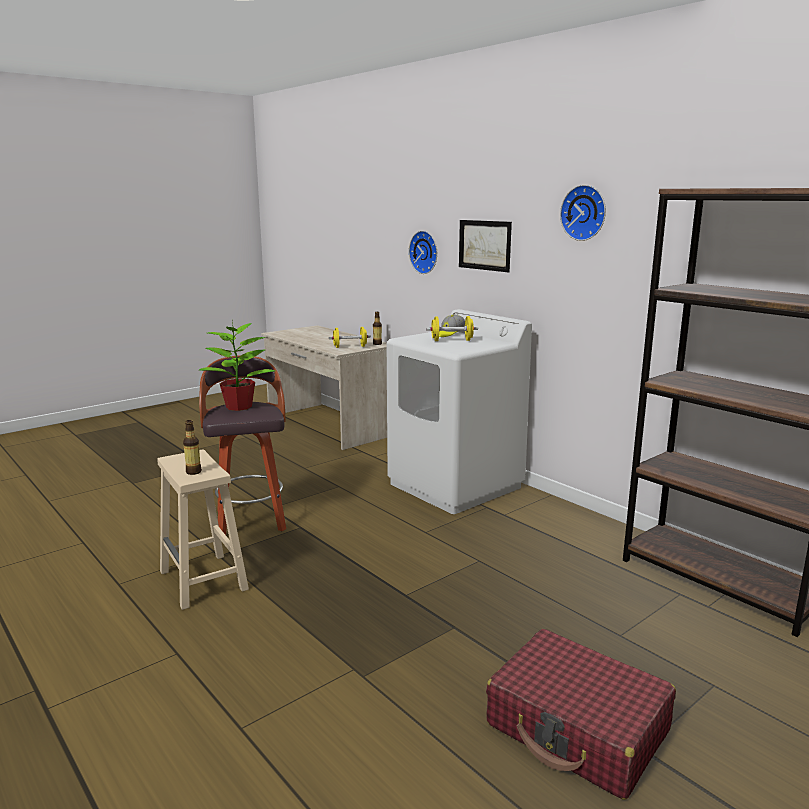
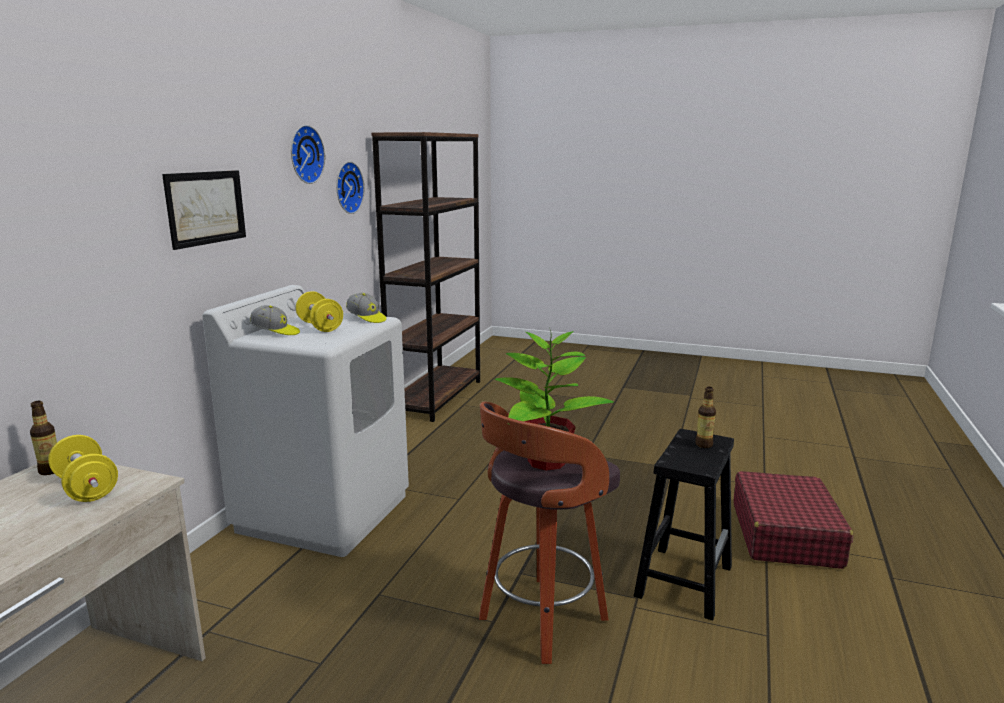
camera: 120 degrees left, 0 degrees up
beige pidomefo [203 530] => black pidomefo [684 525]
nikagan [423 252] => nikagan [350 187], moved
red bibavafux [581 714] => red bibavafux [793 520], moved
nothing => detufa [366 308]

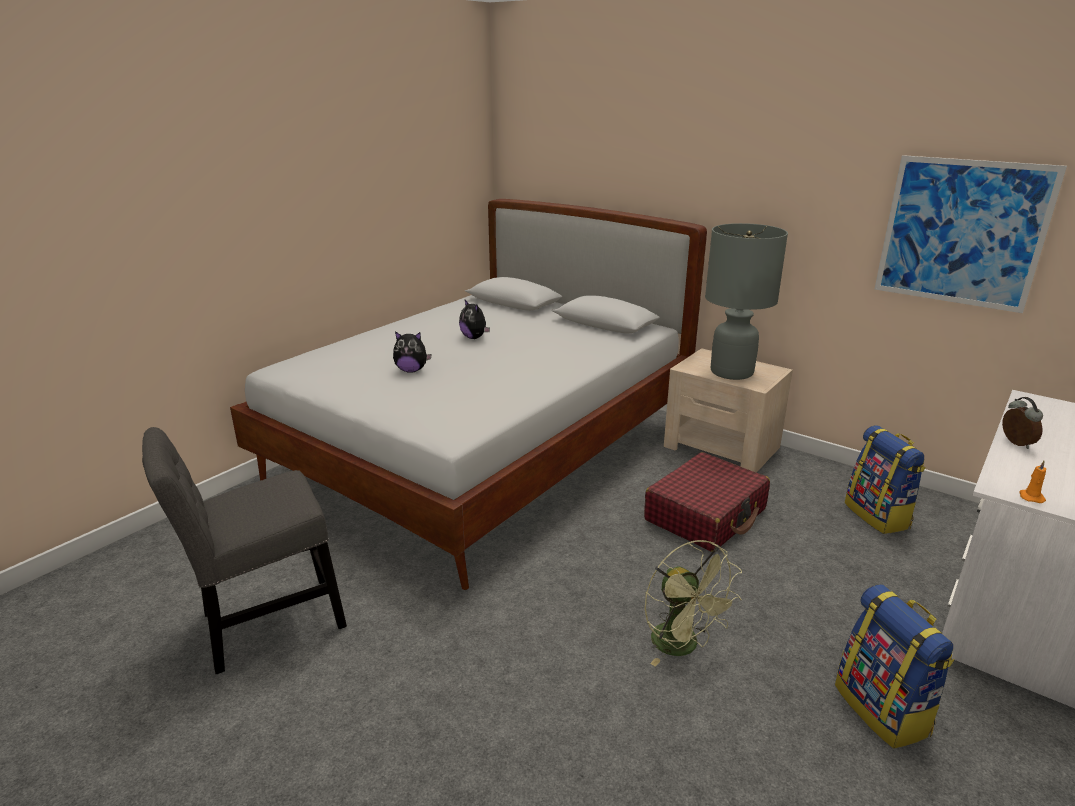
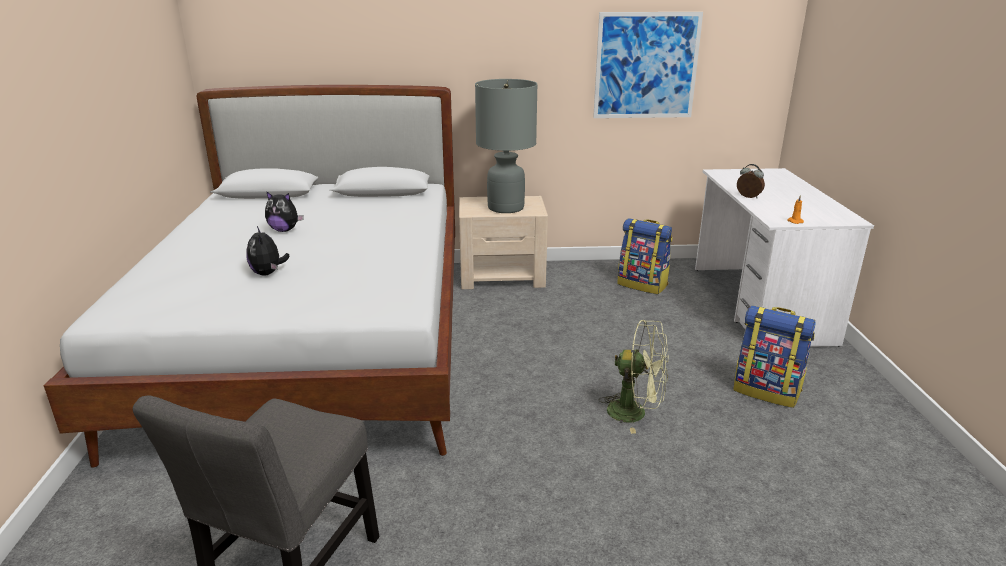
camera: 40 degrees left, 0 degrees up
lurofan [412 352] => lurofan [267 251], 105 degrees clockwise
red bibavafux [707 502] => nothing

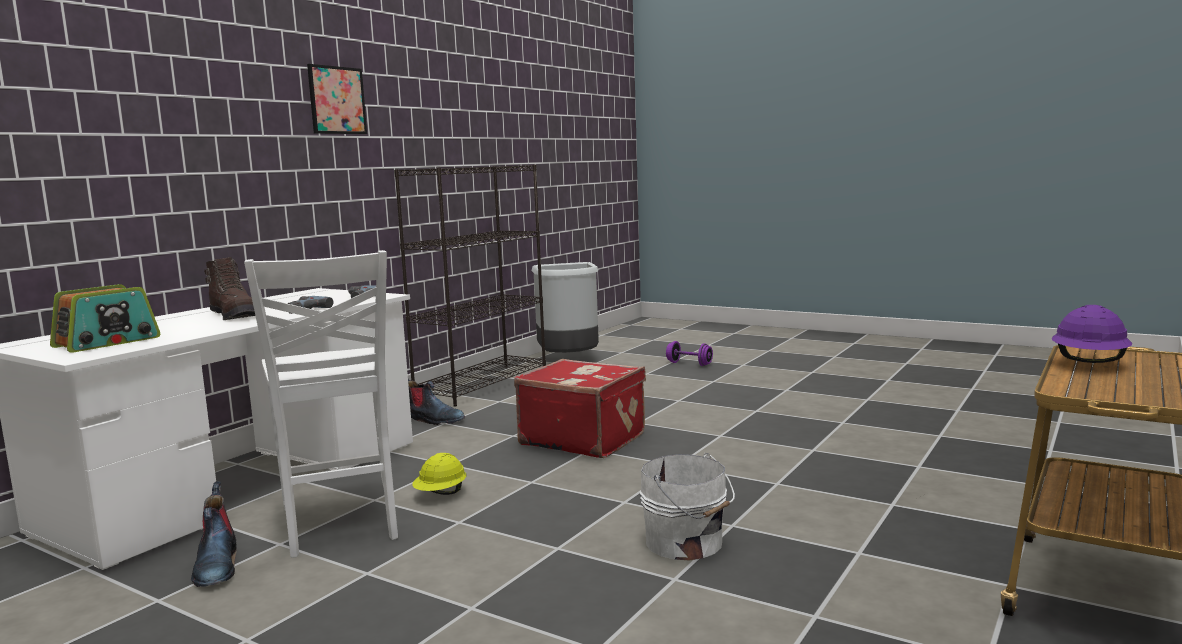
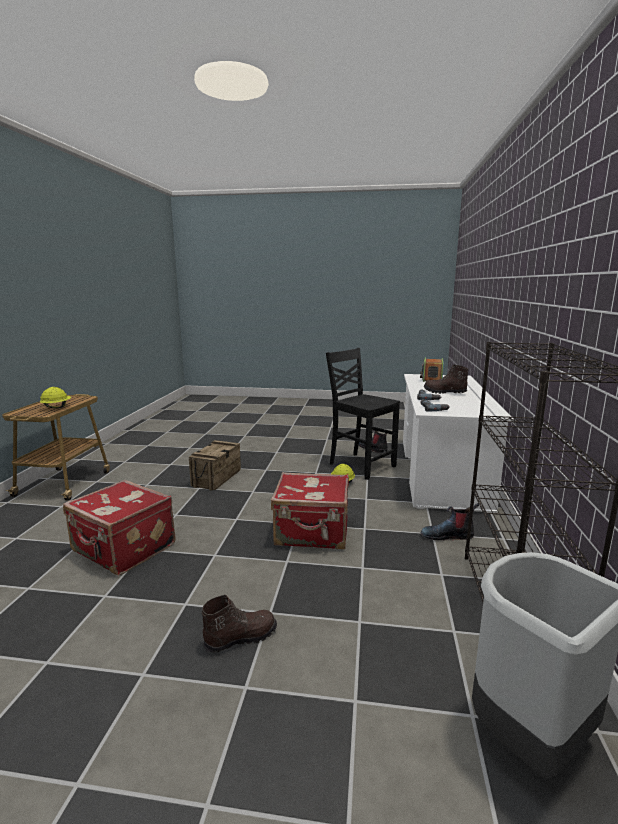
camera: 155 degrees right, 5 degrees up
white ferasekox [321 404] => black ferasekox [363 414]
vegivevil [337 99] => nothing
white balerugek [687 506] => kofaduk [215 465]
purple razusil [689 353] => nothing
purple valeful [1092 334] => yellow valeful [55 397]
nothing => red bibavafux [119 527]
nothing => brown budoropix [239 623]

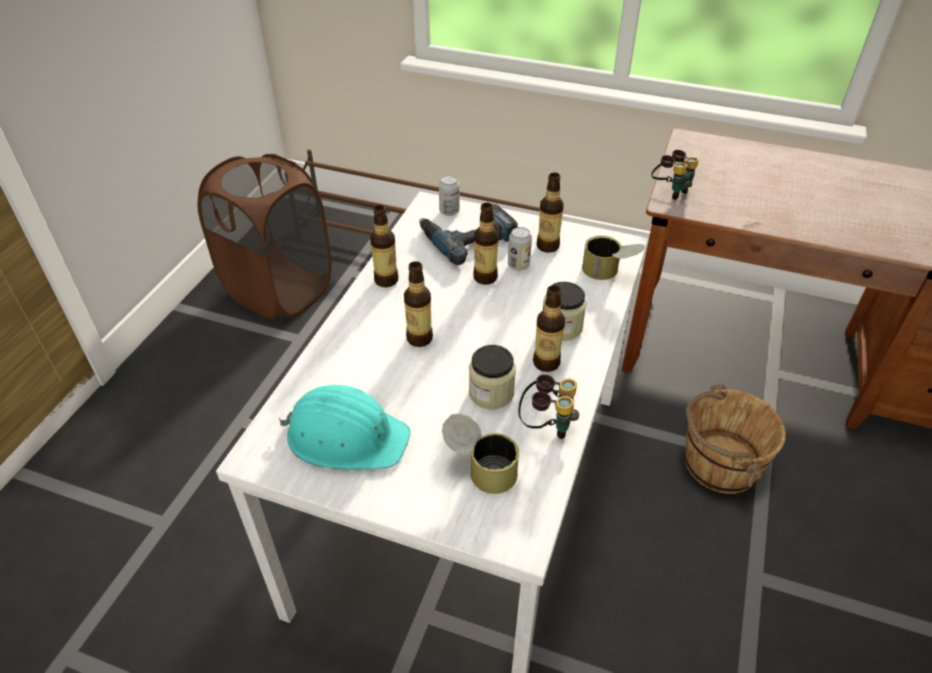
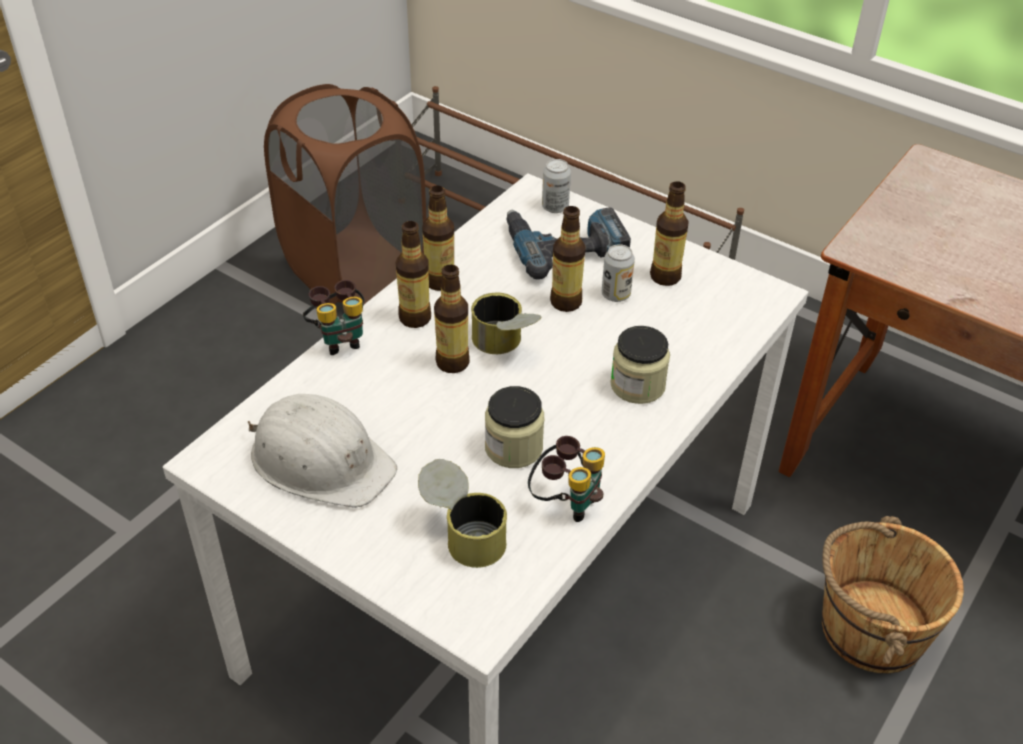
camera: 15 degrees right, 0 degrees up
turquoise valeful [344 427] => white valeful [322 451]
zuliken [549 328] => zuliken [413 274], moved
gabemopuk [613 258] => gabemopuk [506 323], moved
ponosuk [675 175] => ponosuk [334 317], moved

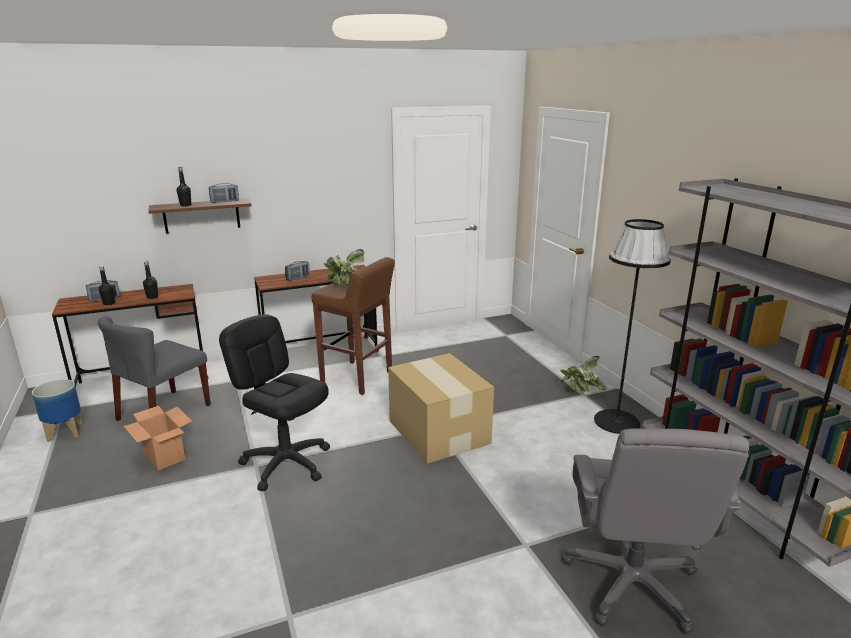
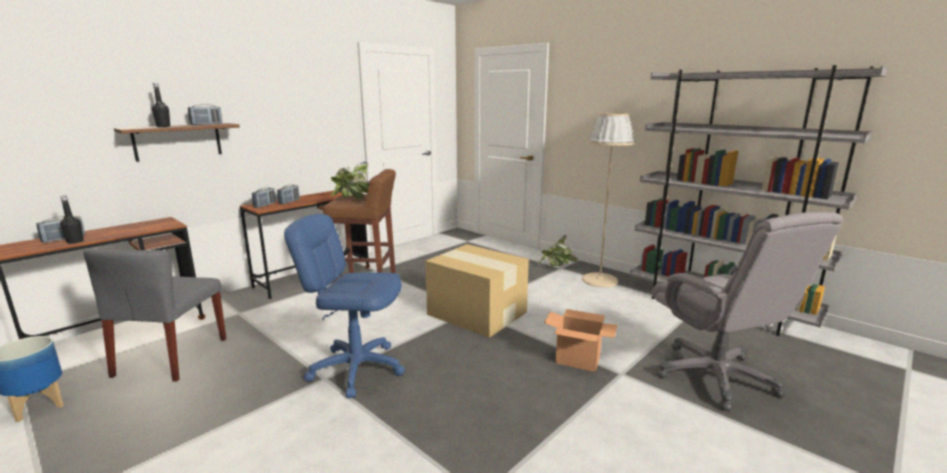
camera: 25 degrees left, 5 degrees down
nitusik [158 438] => nitusik [581 340], moved
black zuliken [150 280] => nothing
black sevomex [274 402] => blue sevomex [344 306]
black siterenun [632 326] => beige siterenun [609 200]
nothing => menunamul [264 197]

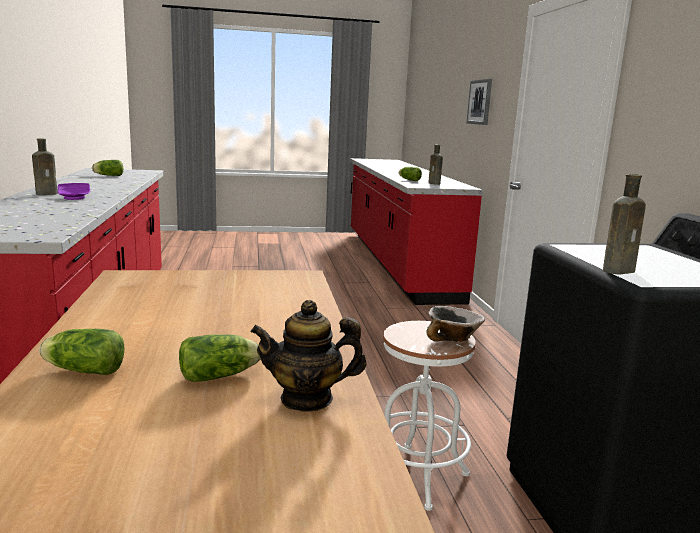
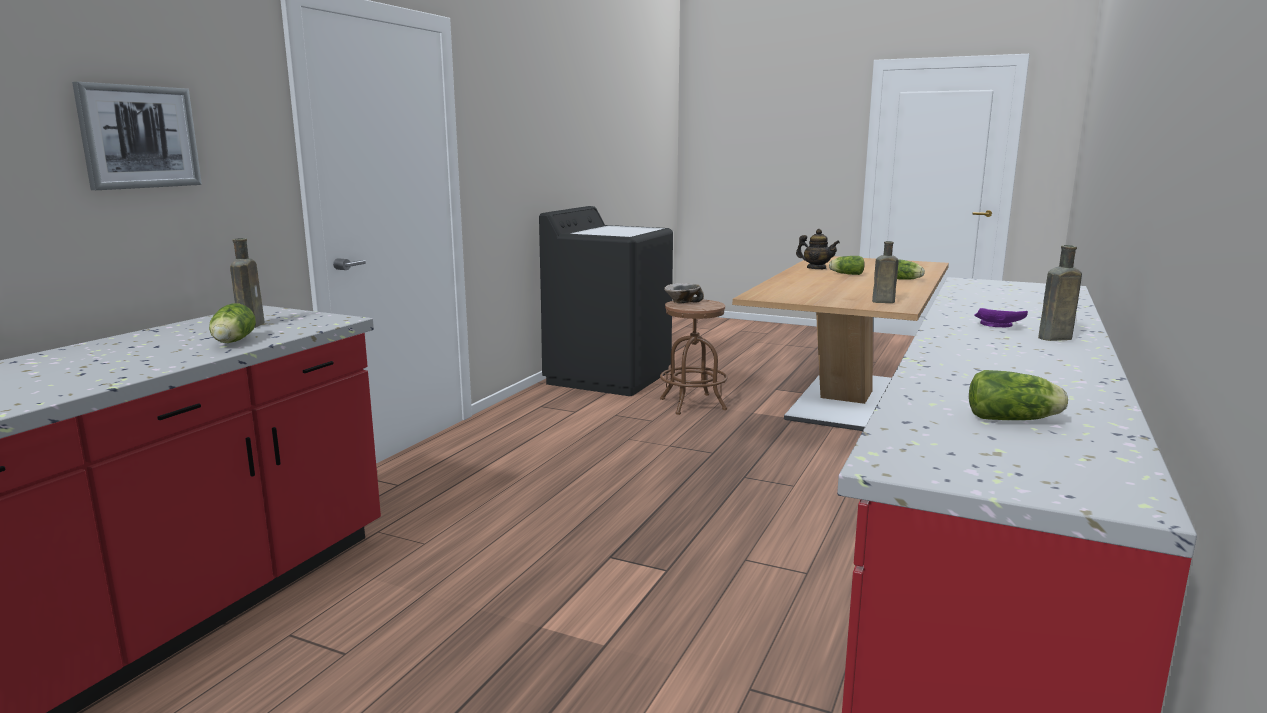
camera: 145 degrees left, 0 degrees up
white pidomefo [429 416] => brown pidomefo [693 357]
brown zuliken [624 224] => brown zuliken [885 272], moved

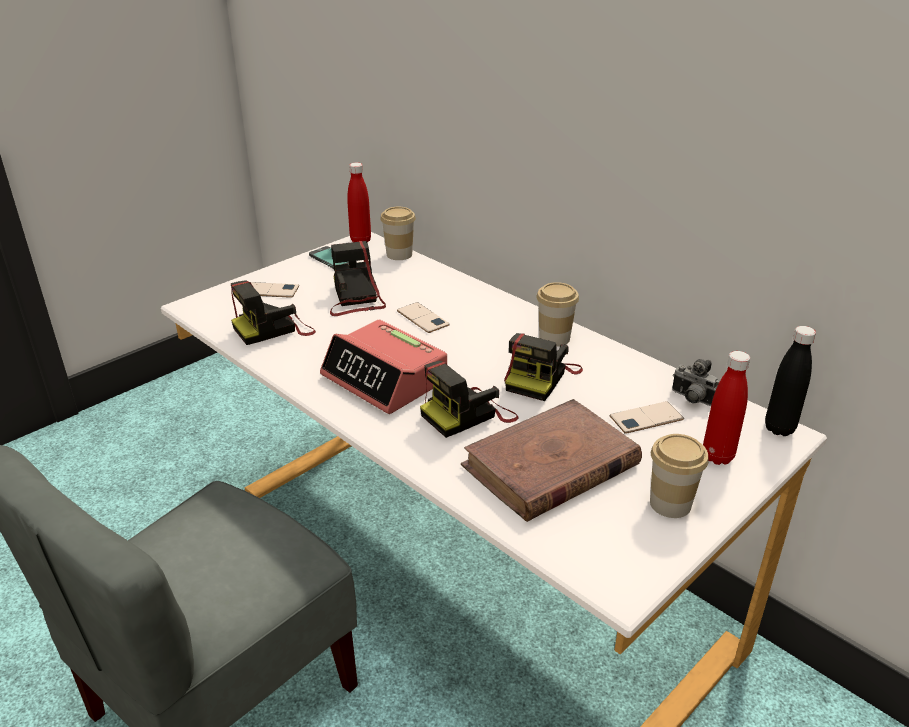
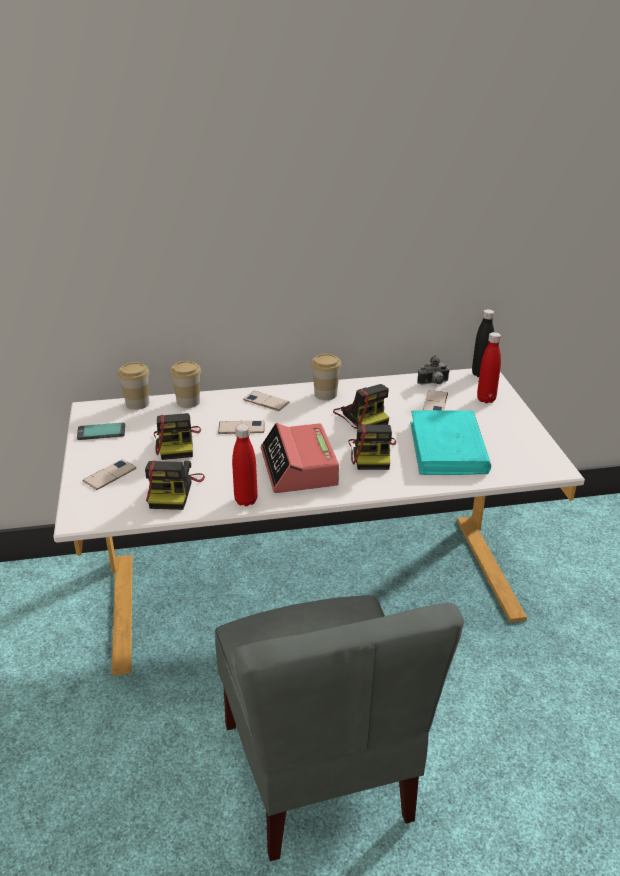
camera: 55 degrees left, 0 degrees up
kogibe [383 367] => kogibe [300 458], 90 degrees clockwise
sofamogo [358 278] => sofamogo [177 436], 120 degrees counterclockwise
red zuliken [359 202] => red zuliken [245 465], moved
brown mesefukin [551 460] => turquoise mesefukin [450 442]
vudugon [679 476] => vudugon [185 384], moved
nothing => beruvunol [266 401]

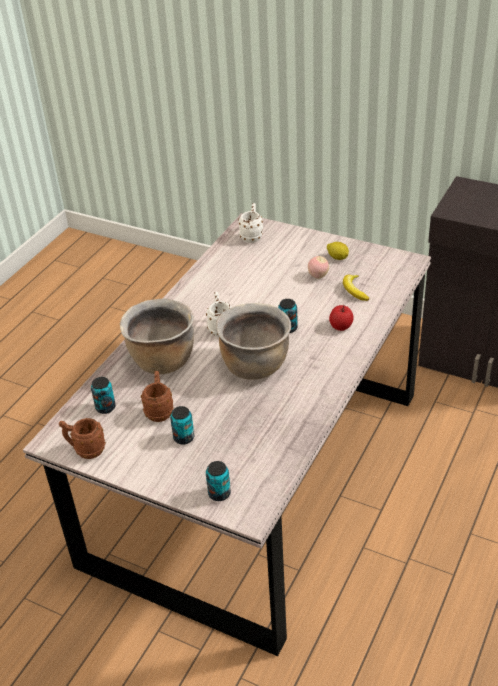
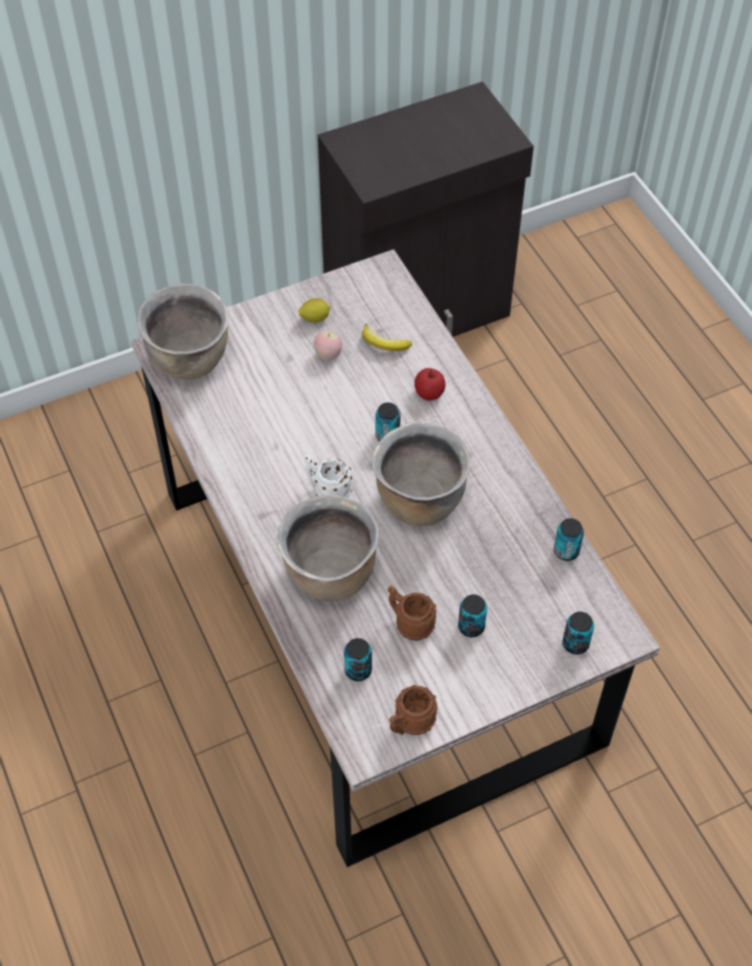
camera: 55 degrees left, 15 degrees up
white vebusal [250 223] => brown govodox [183 332]
nothing => gabemopuk [569 539]

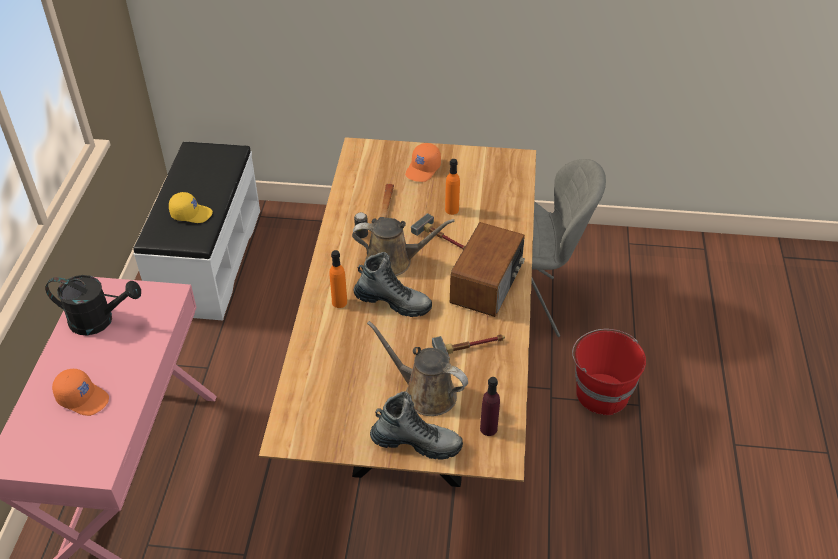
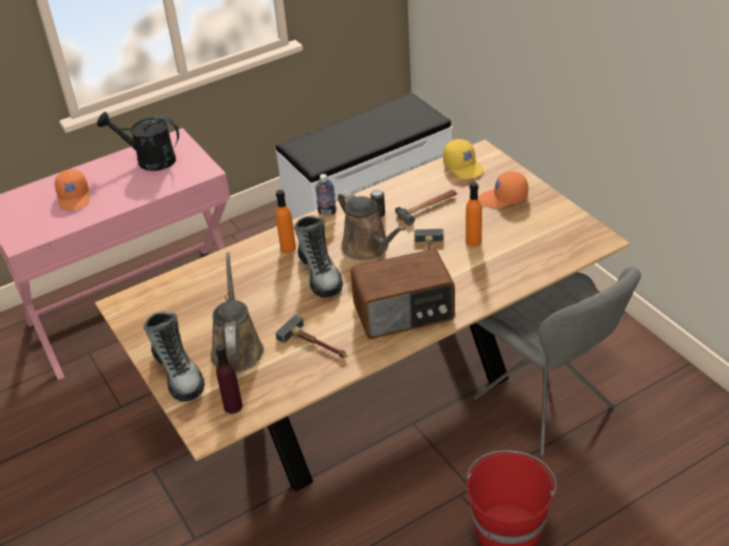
camera: 55 degrees right, 5 degrees down
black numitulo [93 305] => black numitulo [138 141], 135 degrees clockwise
yellow detufa [191 207] => yellow detufa [463 159], moved
nothing => zuliken [326 195]

